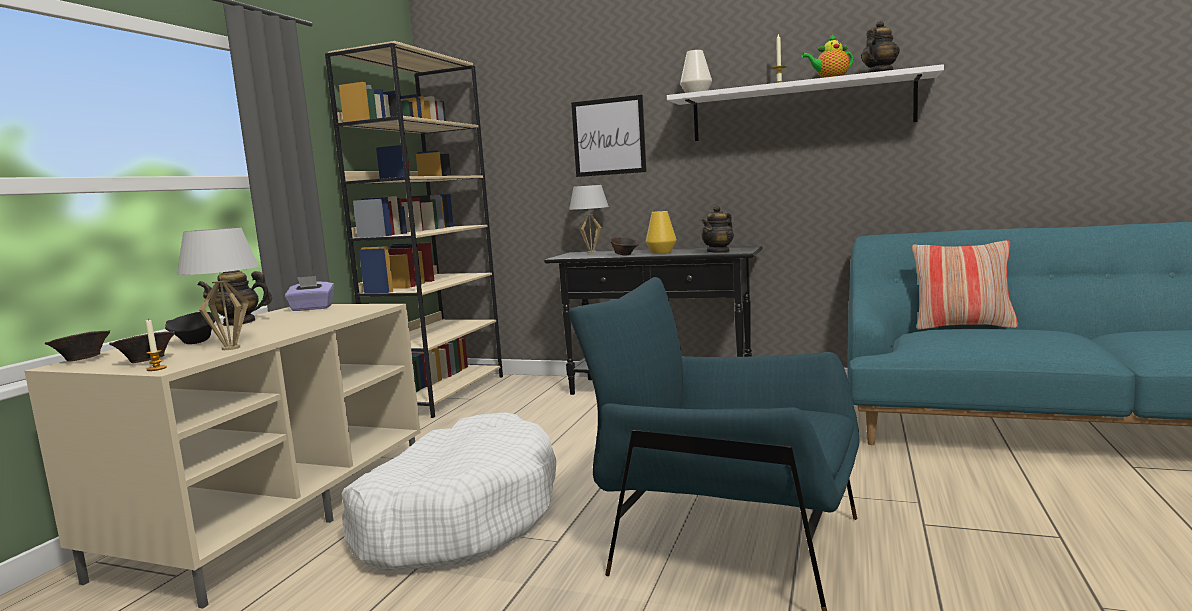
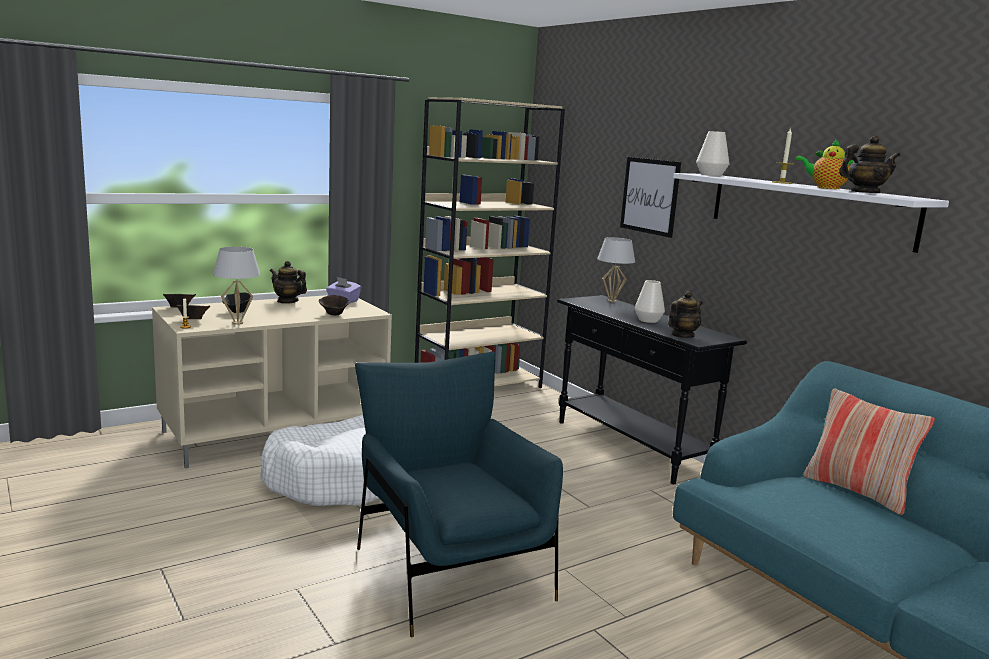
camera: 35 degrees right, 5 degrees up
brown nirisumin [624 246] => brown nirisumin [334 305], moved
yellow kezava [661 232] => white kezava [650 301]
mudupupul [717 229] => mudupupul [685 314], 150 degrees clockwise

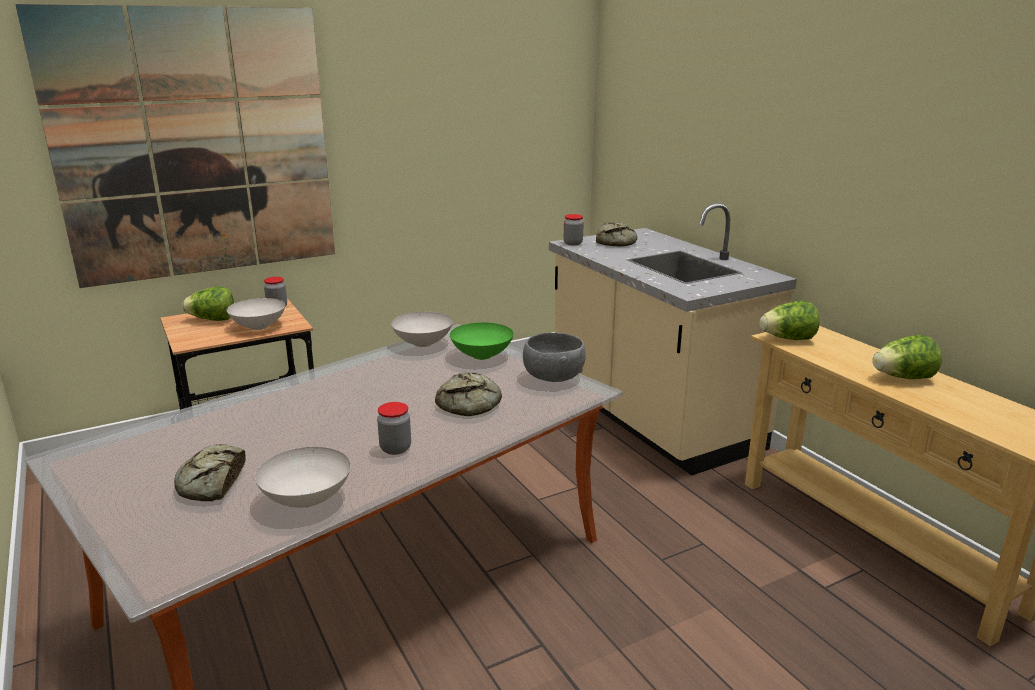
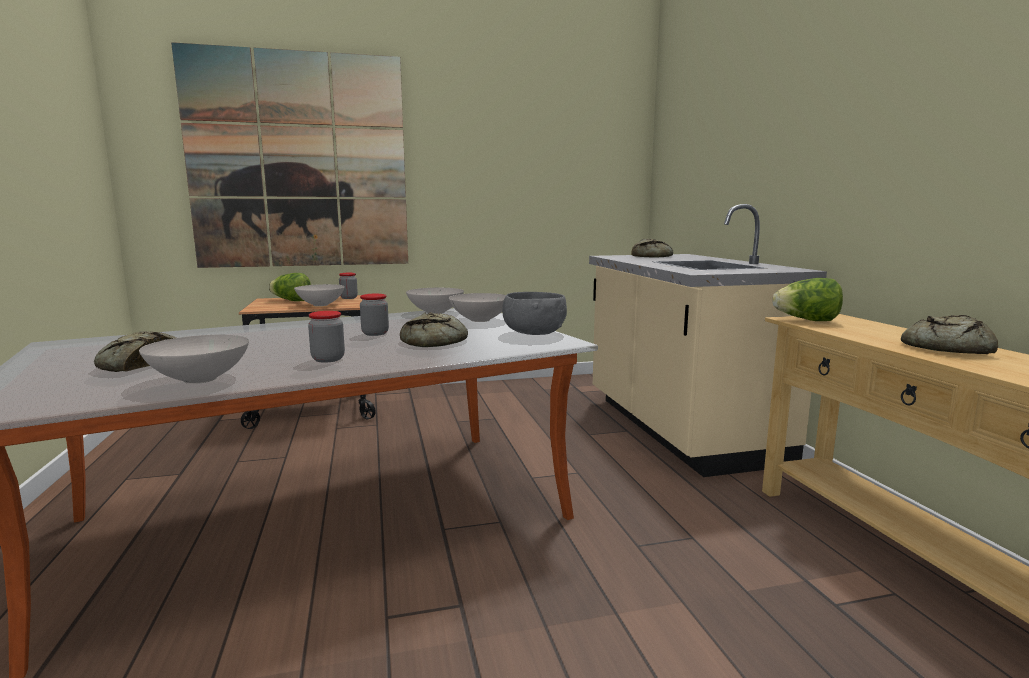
camera: 15 degrees right, 10 degrees down
green nirisumin [482 341] => white nirisumin [477 307]
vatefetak [574 229] => vatefetak [374 315], moved
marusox [907 357] => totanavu [949 334]

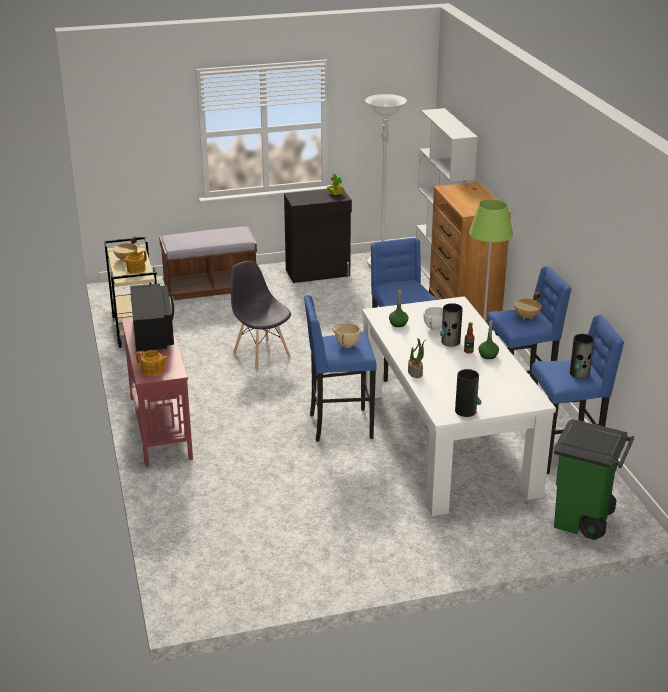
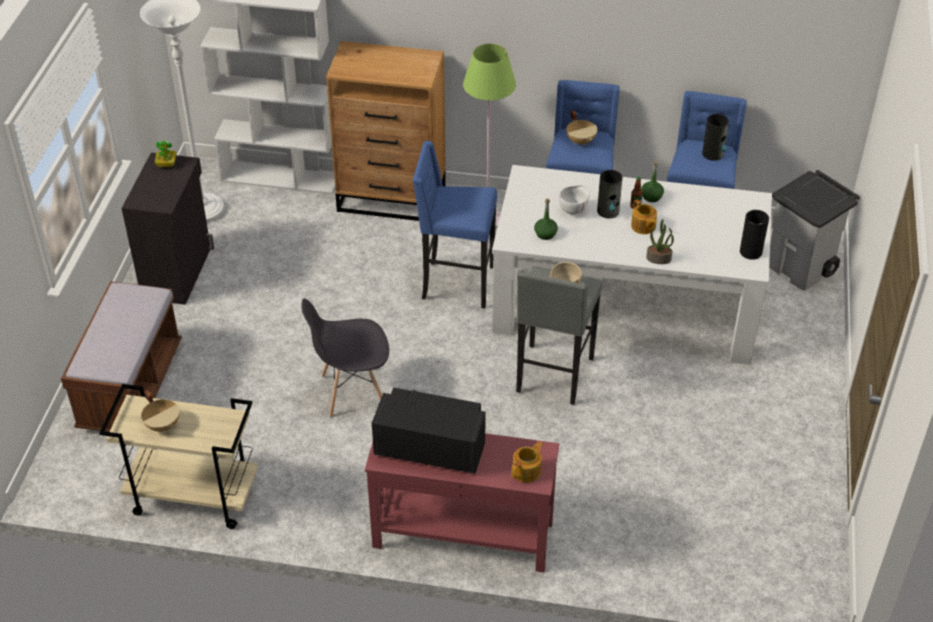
camera: 65 degrees left, 15 degrees up
mudupupul [135 261] => mudupupul [644 216], moved
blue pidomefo [340 368] => grey pidomefo [559 335]
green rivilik [594 479] => grey rivilik [814 230]

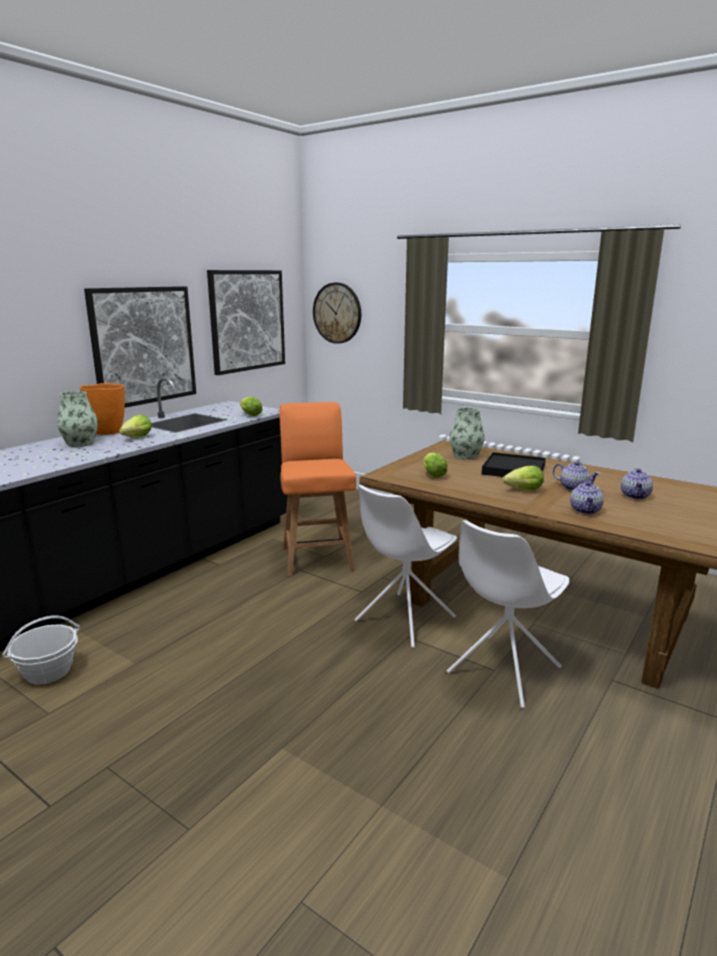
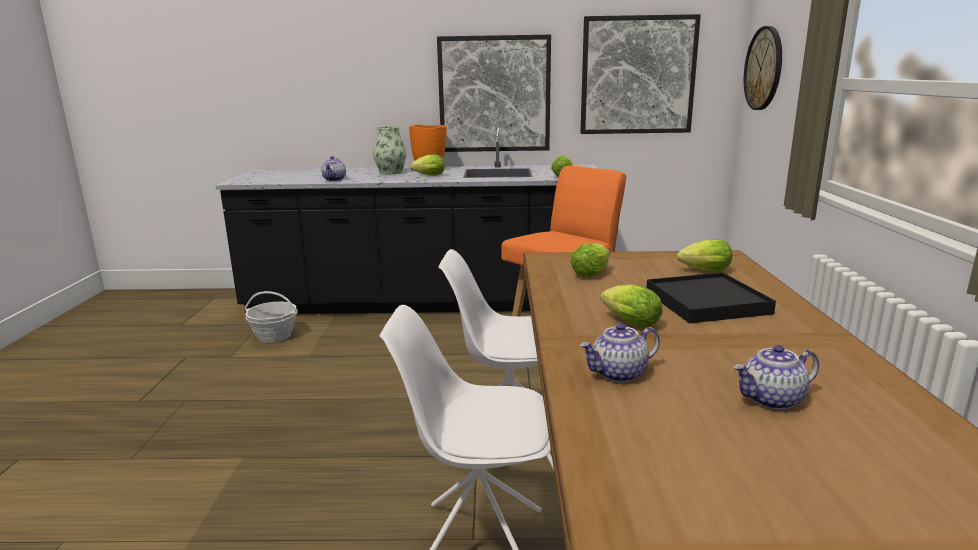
camera: 55 degrees right, 0 degrees up
kezava [467 434] => marusox [704 255]
mudupupul [576 476] => mudupupul [333 168], moved

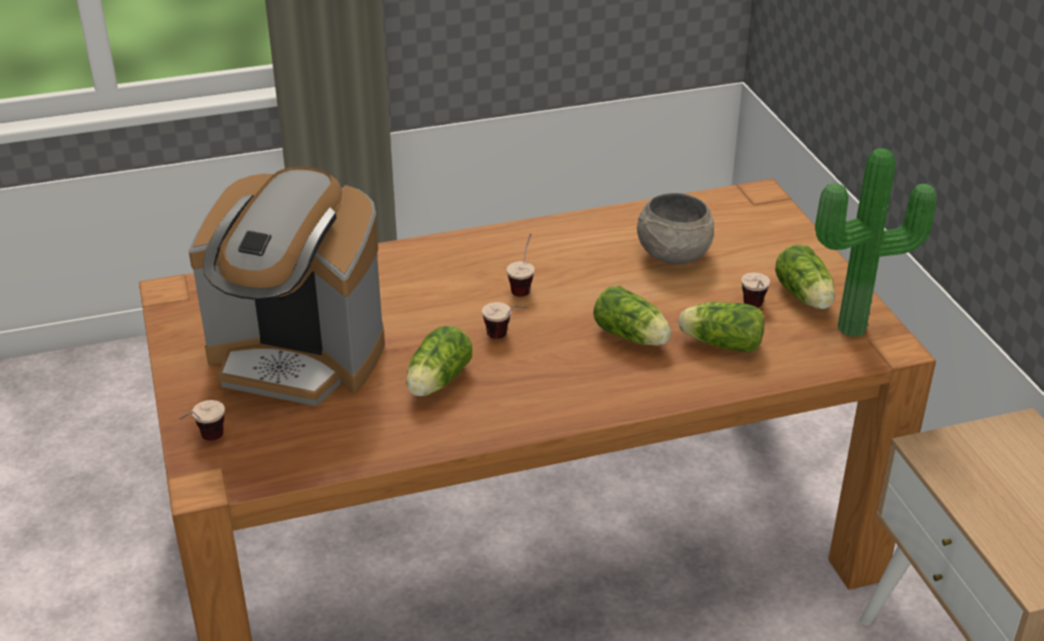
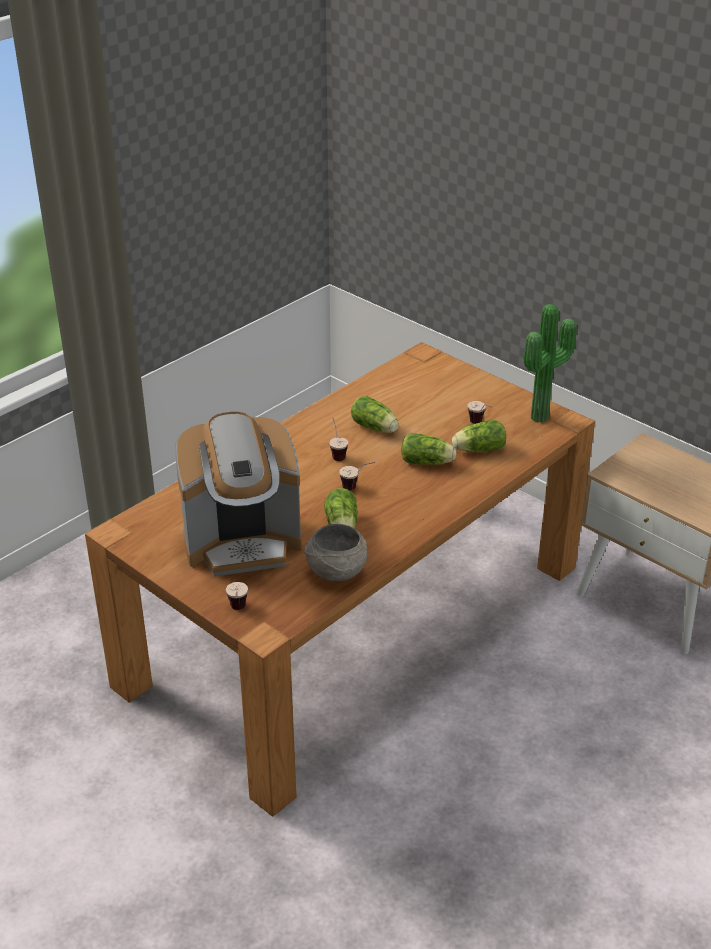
camera: 30 degrees left, 0 degrees up
grey nirisumin [675 228] => grey nirisumin [335 552], moved
marusox [805 277] => marusox [375 414], moved

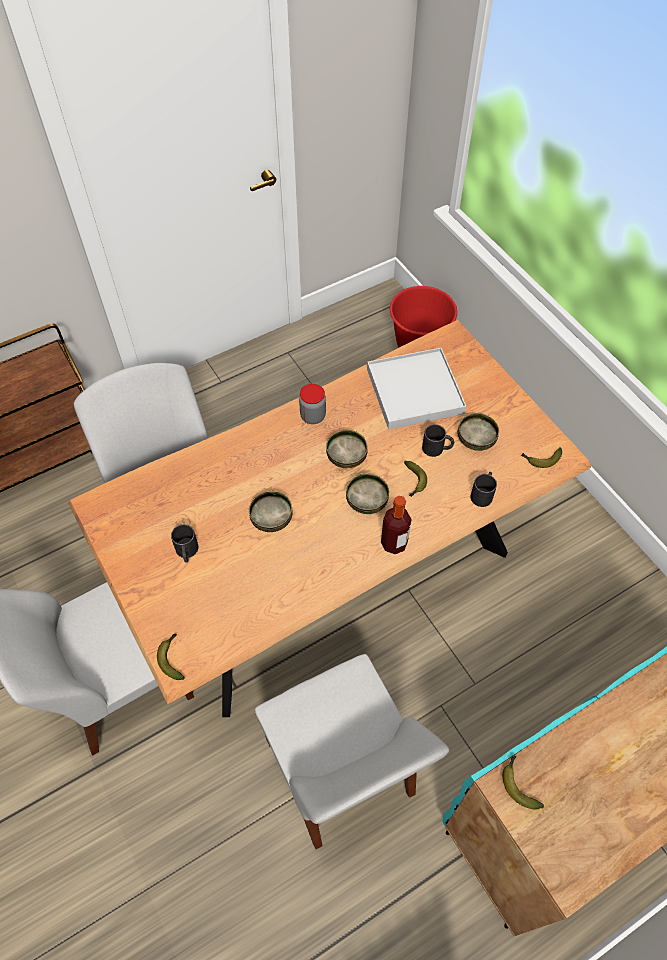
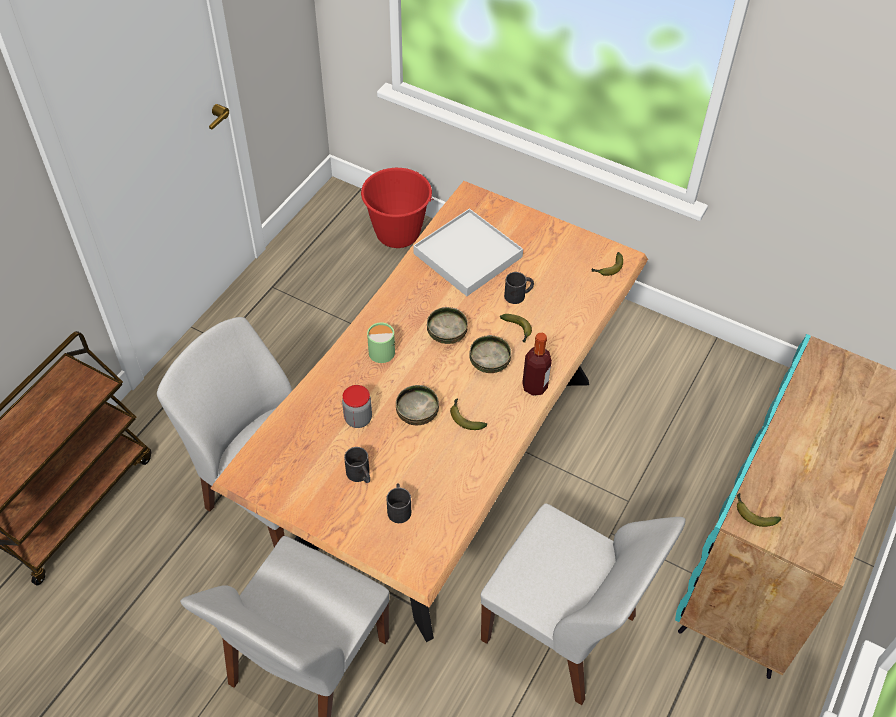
camera: 30 degrees left, 5 degrees down
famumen [171 657] => famumen [468 414], moved
vatefetak [312 404] => vatefetak [357 406], moved
nirisumin [478 432] => nothing
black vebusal [483 489] => black vebusal [398 503], moved
nothing => green vebusal [381 342]

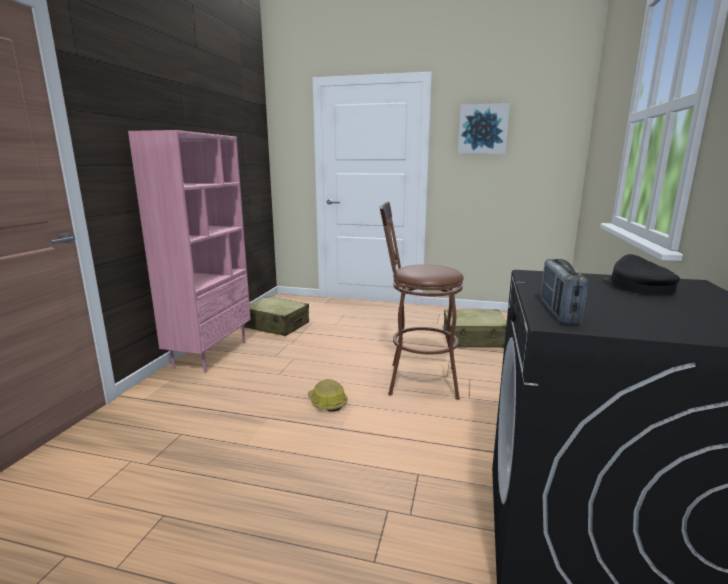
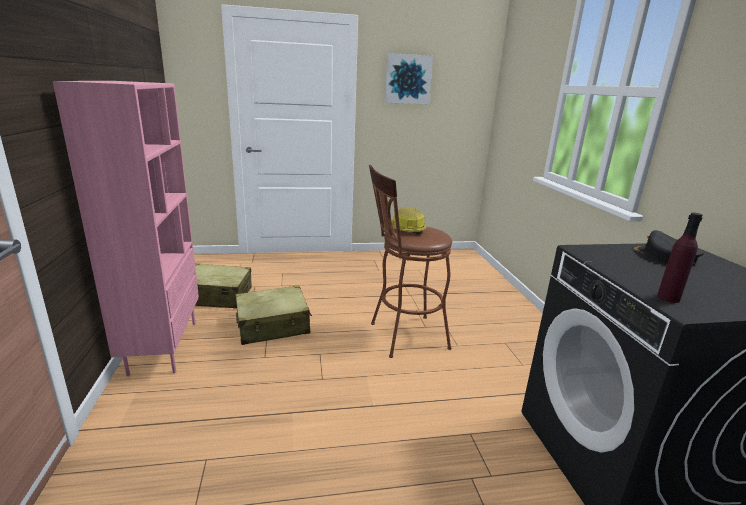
camera: 25 degrees left, 5 degrees up
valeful [327 395] => valeful [405 220], moved
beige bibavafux [475 328] => beige bibavafux [274 315], moved
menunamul [564 292] => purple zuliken [680 258]

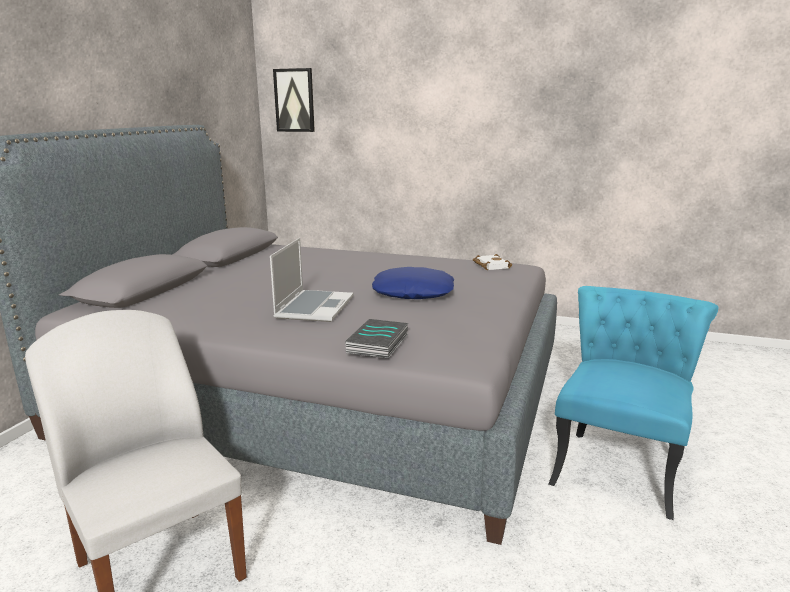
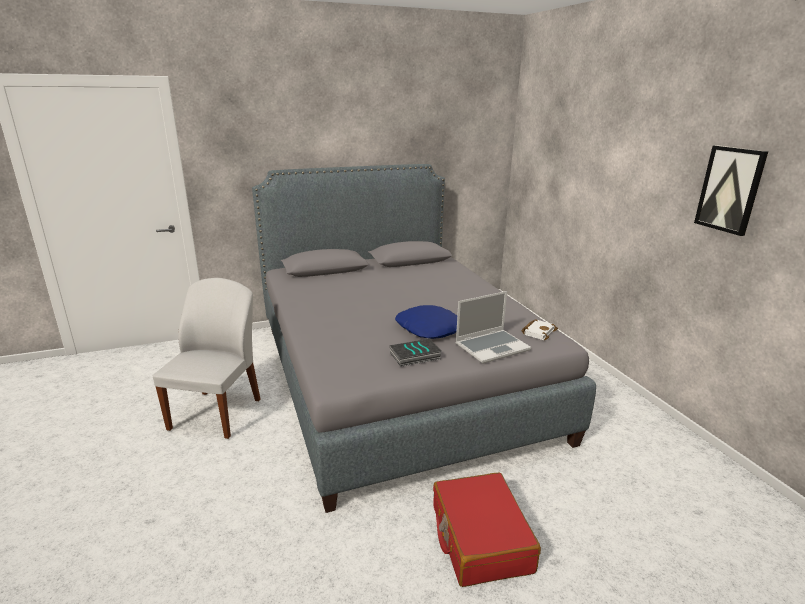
camera: 50 degrees right, 5 degrees up
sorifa [312 280] => sorifa [493 327], moved
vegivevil [294 100] => vegivevil [731 190], moved
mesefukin [376 338] => mesefukin [416 353], moved
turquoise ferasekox [633 403] => red bibavafux [487 530]

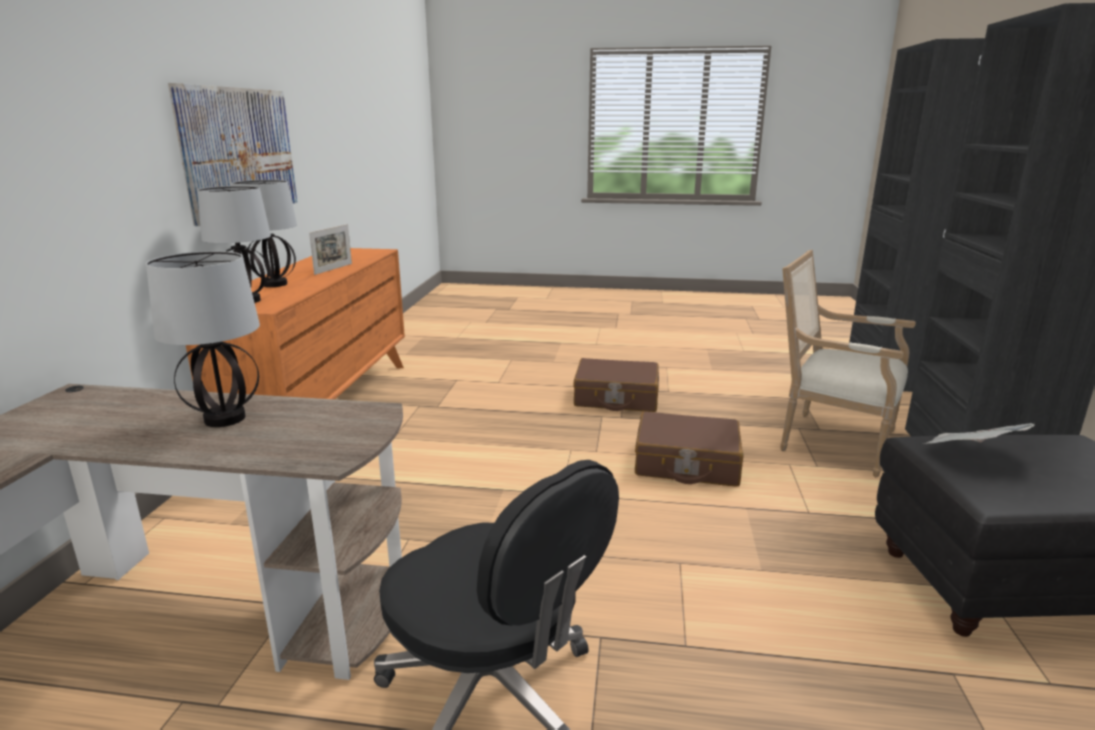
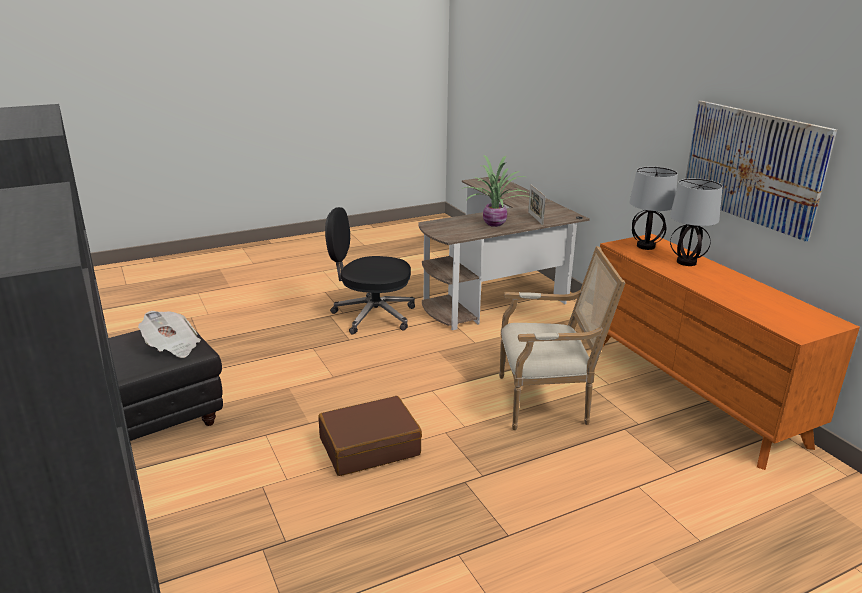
camera: 145 degrees right, 5 degrees up
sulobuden [203 339] => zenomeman [497 191]
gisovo [330 249] => gisovo [537 204], moved
brown bibavafux [616 385] => nothing
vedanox [848 363] => vedanox [562 338], moved

